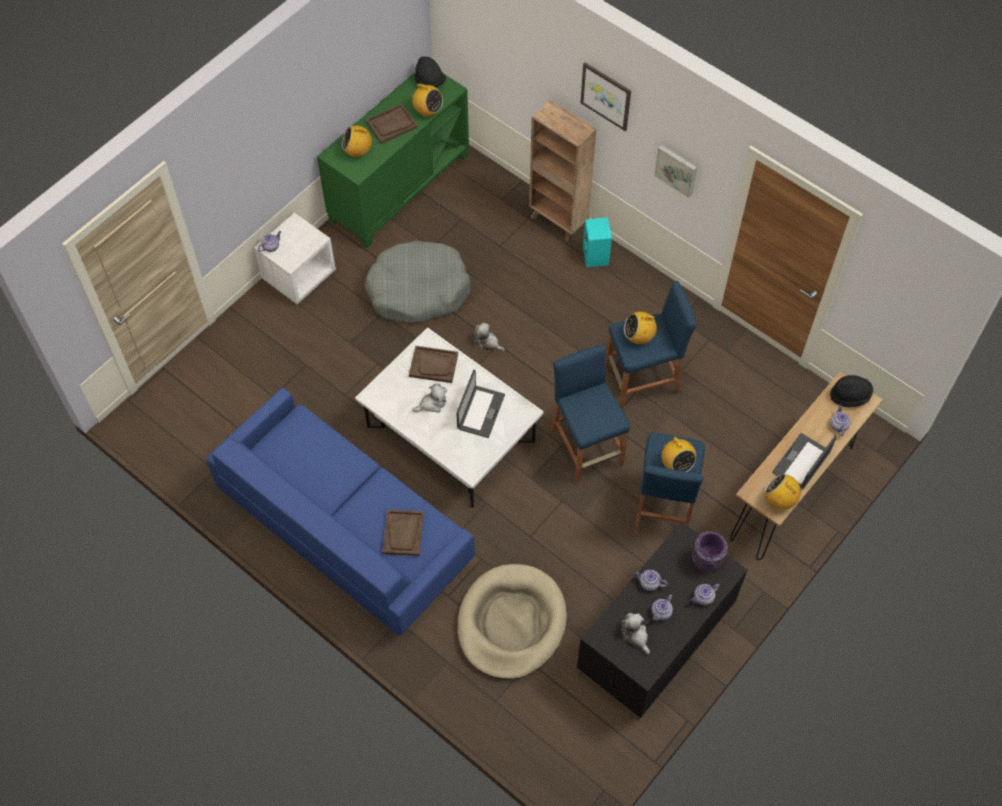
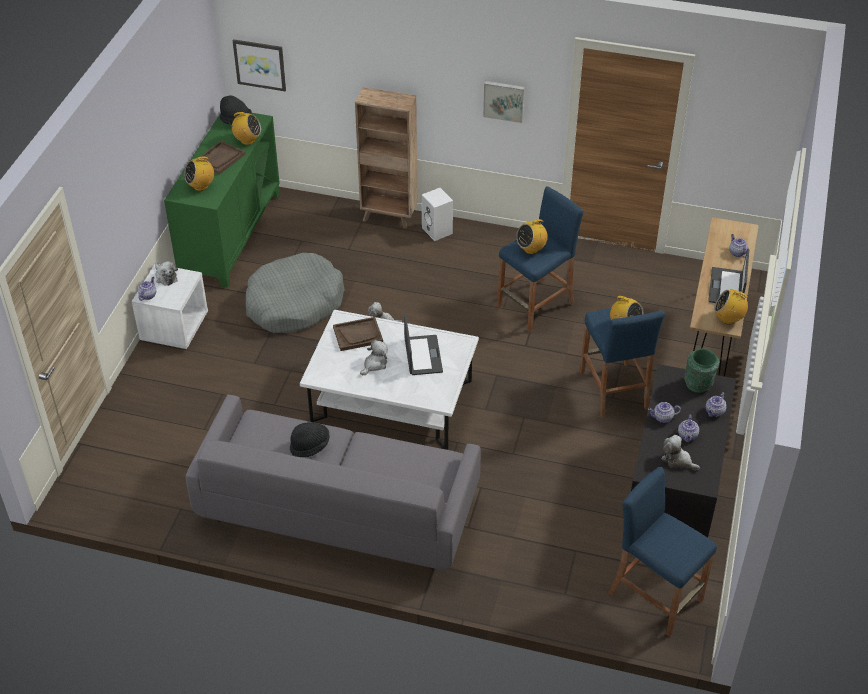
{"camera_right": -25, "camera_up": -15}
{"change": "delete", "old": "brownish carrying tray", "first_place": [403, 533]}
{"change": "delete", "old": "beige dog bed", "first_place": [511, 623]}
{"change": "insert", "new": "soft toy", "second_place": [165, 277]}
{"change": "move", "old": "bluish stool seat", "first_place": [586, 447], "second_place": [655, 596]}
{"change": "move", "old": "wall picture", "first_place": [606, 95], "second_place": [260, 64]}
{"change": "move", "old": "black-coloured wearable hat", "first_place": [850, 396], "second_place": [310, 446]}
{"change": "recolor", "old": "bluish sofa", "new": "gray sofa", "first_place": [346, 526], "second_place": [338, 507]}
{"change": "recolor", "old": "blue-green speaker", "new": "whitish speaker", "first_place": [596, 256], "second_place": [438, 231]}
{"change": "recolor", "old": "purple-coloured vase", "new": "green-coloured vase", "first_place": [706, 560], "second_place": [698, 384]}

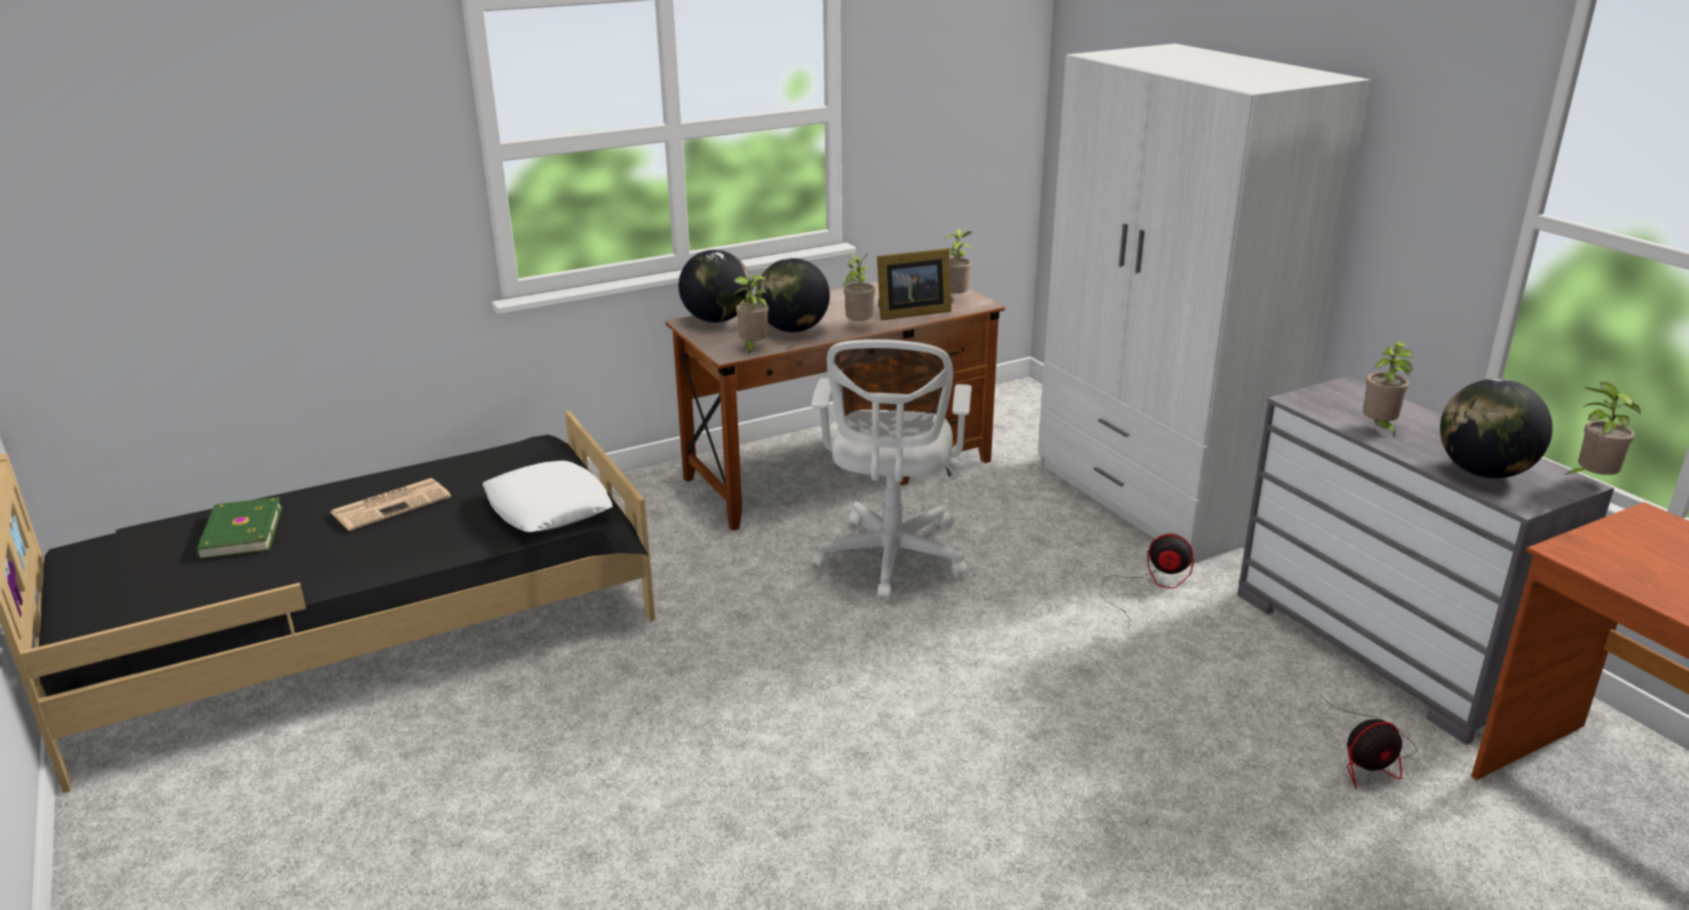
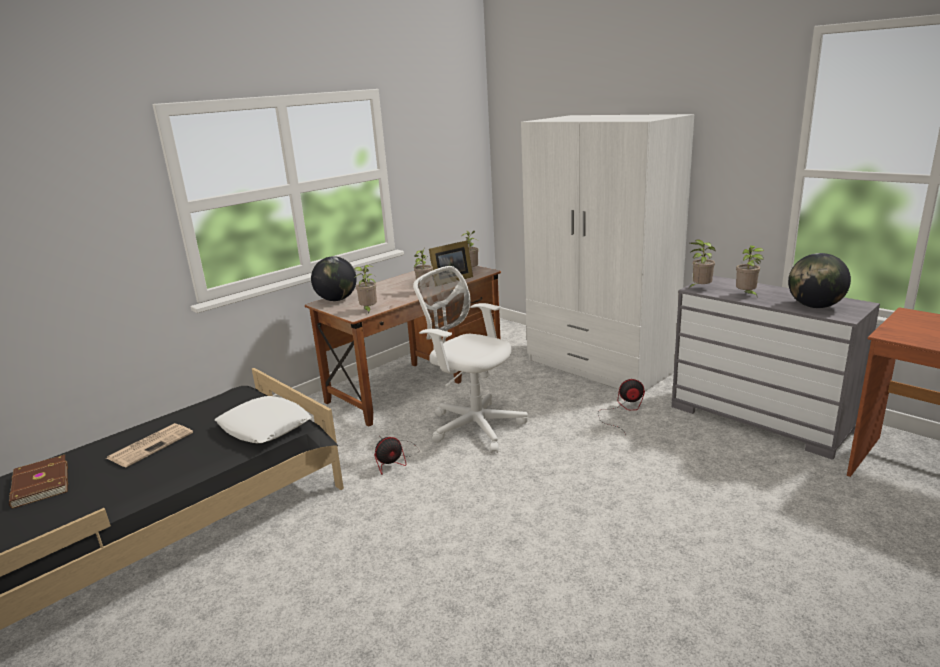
{"camera_right": -15, "camera_up": -5}
{"change": "delete", "old": "desk globe", "first_place": [793, 330]}
{"change": "move", "old": "electric fan", "first_place": [1370, 758], "second_place": [394, 459]}
{"change": "move", "old": "houseplant", "first_place": [1591, 480], "second_place": [700, 288]}
{"change": "recolor", "old": "green-coloured book", "new": "brownish book", "first_place": [239, 533], "second_place": [39, 485]}
{"change": "rotate", "old": "whitish office chair", "first_place": [891, 561], "second_place": [473, 425], "degrees": 135}

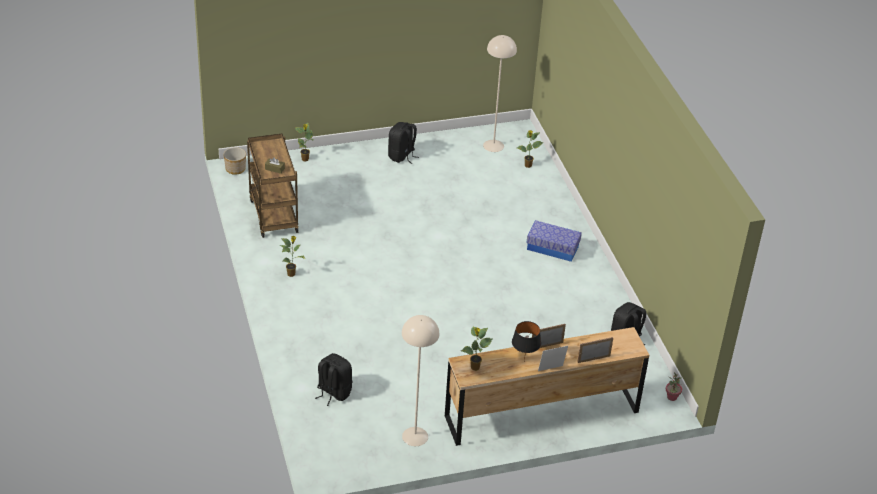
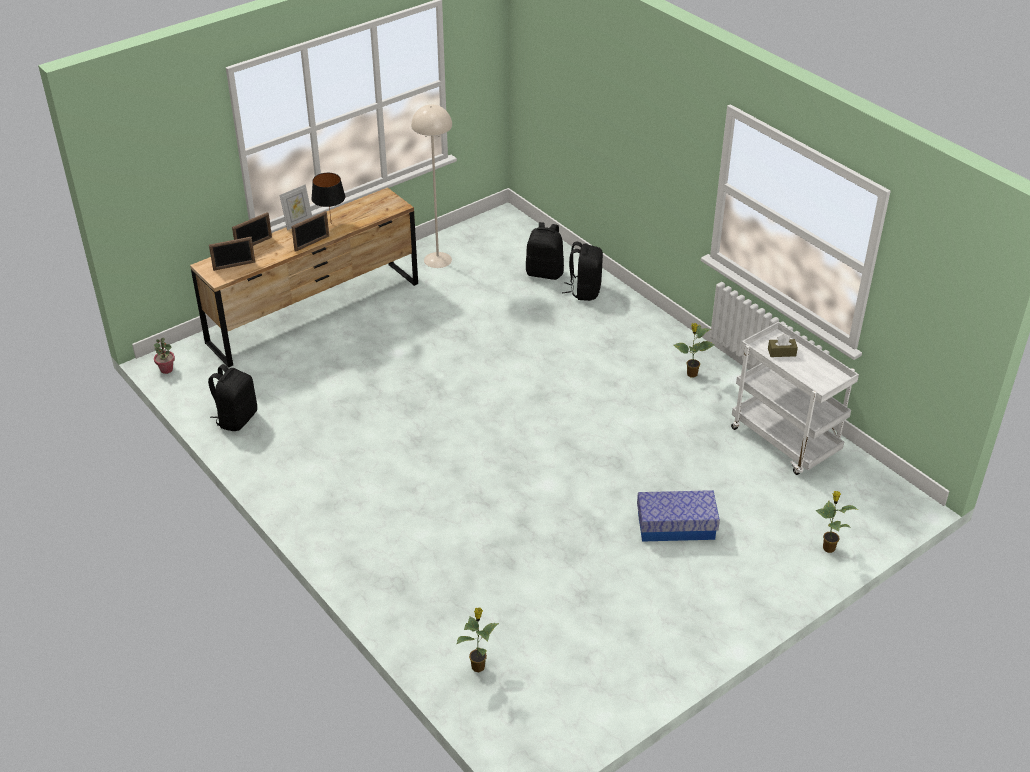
{"camera_right": 160, "camera_up": 0}
{"change": "delete", "old": "plant pot", "first_place": [235, 169]}
{"change": "delete", "old": "houseplant", "first_place": [475, 368]}
{"change": "delete", "old": "beige standard lamp", "first_place": [493, 145]}
{"change": "insert", "new": "standing frame", "second_place": [234, 266]}
{"change": "move", "old": "black-coloured backpack", "first_place": [402, 156], "second_place": [584, 291]}
{"change": "move", "old": "storage bin", "first_place": [552, 248], "second_place": [676, 526]}
{"change": "recolor", "old": "brownish cart", "new": "whitish cart", "first_place": [272, 215], "second_place": [785, 442]}

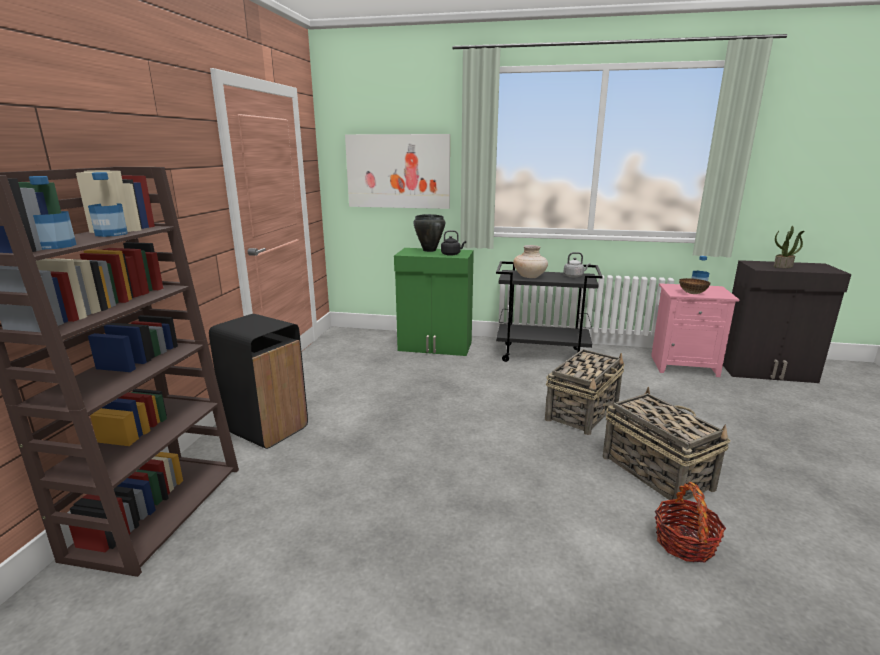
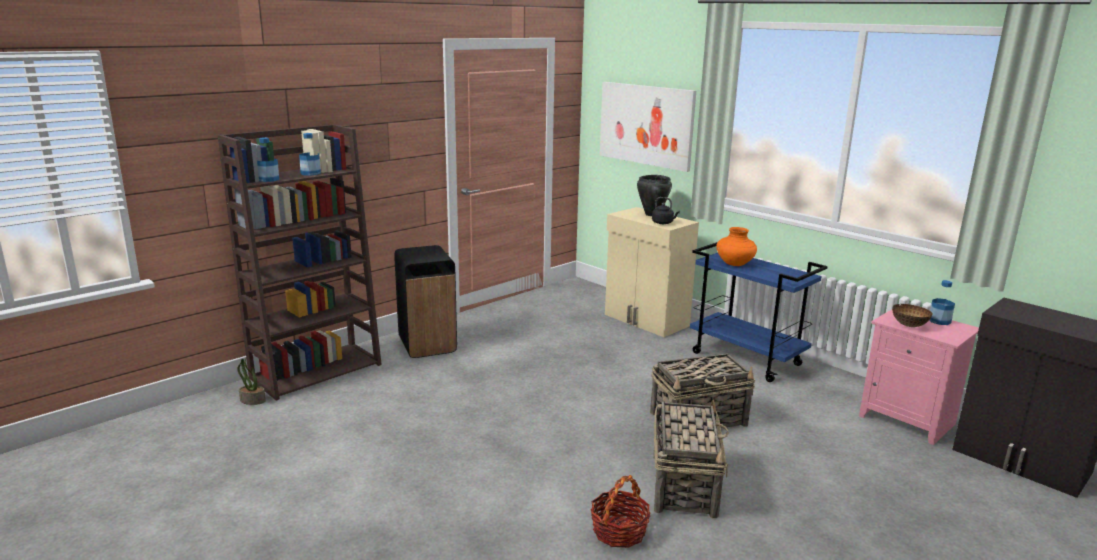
{"camera_right": 35, "camera_up": 0}
{"change": "delete", "old": "gray kettle", "first_place": [574, 276]}
{"change": "move", "old": "houseplant", "first_place": [783, 266], "second_place": [252, 401]}
{"change": "recolor", "old": "green-coloured cabinet", "new": "beige cabinet", "first_place": [435, 347], "second_place": [646, 320]}
{"change": "recolor", "old": "black-coloured cart", "new": "bluish cart", "first_place": [542, 355], "second_place": [747, 359]}
{"change": "recolor", "old": "beige vase", "new": "orange-coloured vase", "first_place": [530, 277], "second_place": [735, 264]}

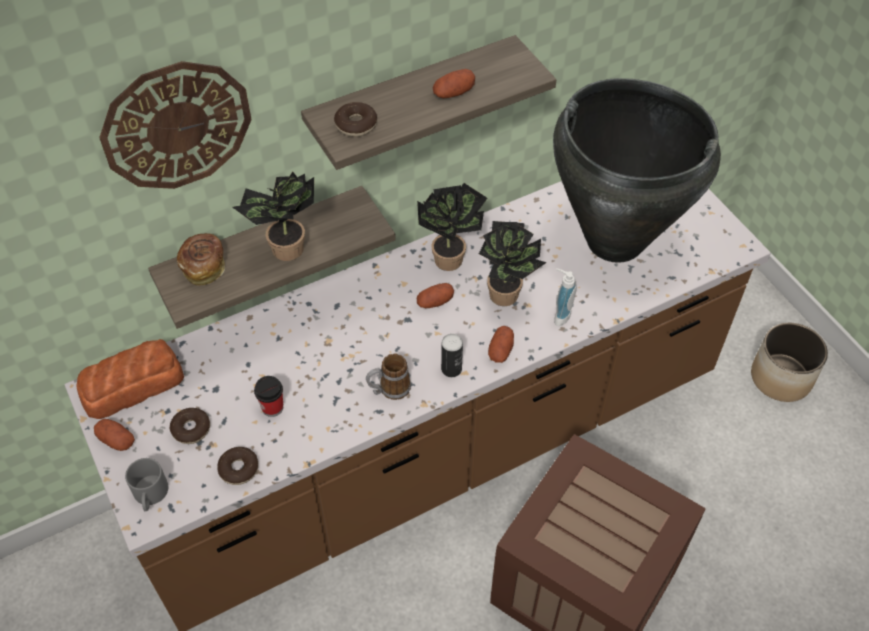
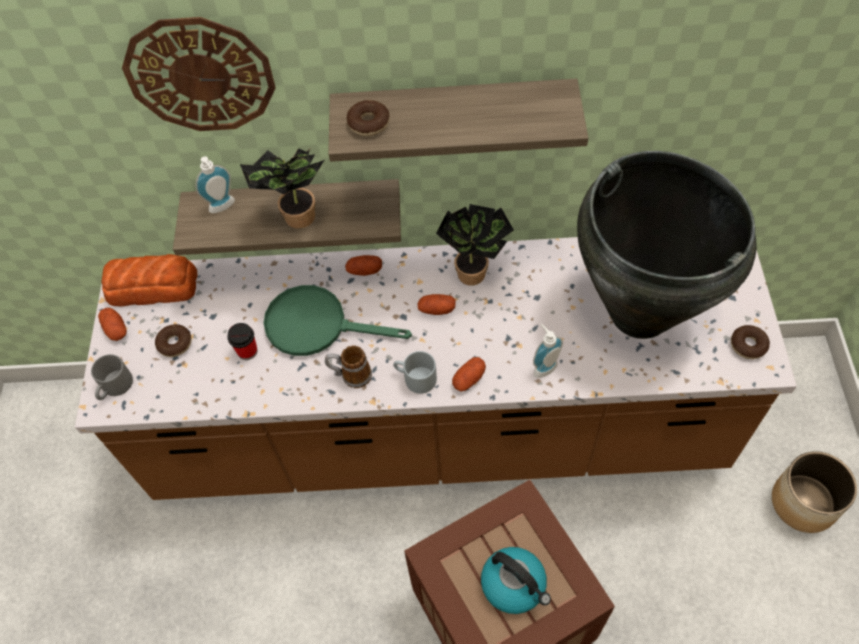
{"camera_right": 30, "camera_up": 5}
{"change": "delete", "old": "houseplant", "first_place": [508, 296]}
{"change": "insert", "new": "green-coloured frying pan", "second_place": [318, 325]}
{"change": "insert", "new": "kettle", "second_place": [514, 585]}
{"change": "move", "old": "ring doughnut", "first_place": [239, 469], "second_place": [748, 345]}
{"change": "move", "old": "spud", "first_place": [453, 93], "second_place": [364, 270]}
{"change": "replace", "old": "bread", "new": "soap bottle", "first_place": [204, 266], "second_place": [223, 208]}
{"change": "replace", "old": "metal can", "new": "gray mug", "first_place": [451, 369], "second_place": [415, 378]}

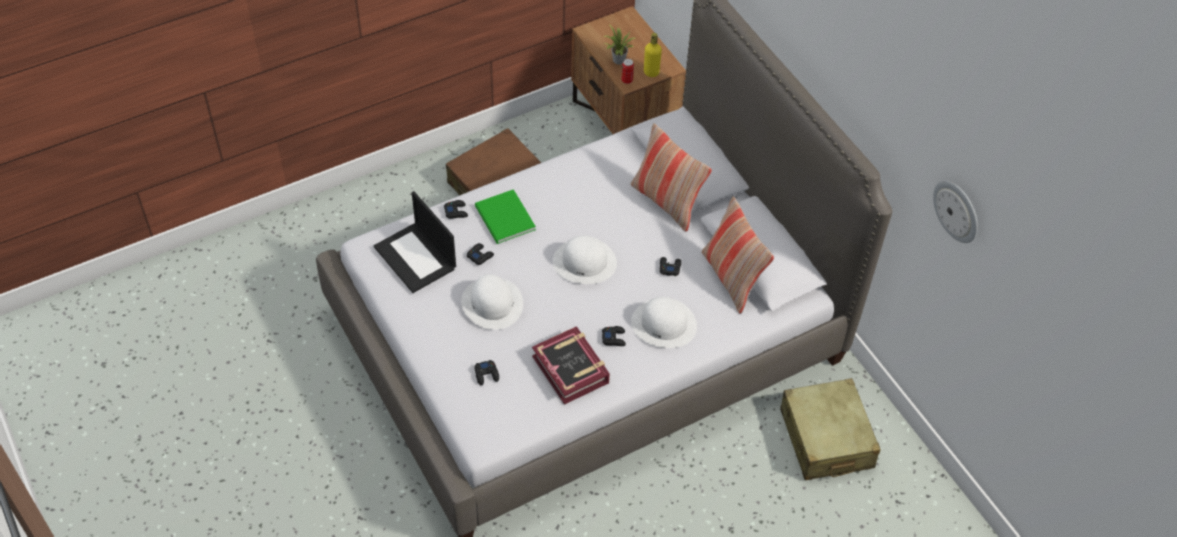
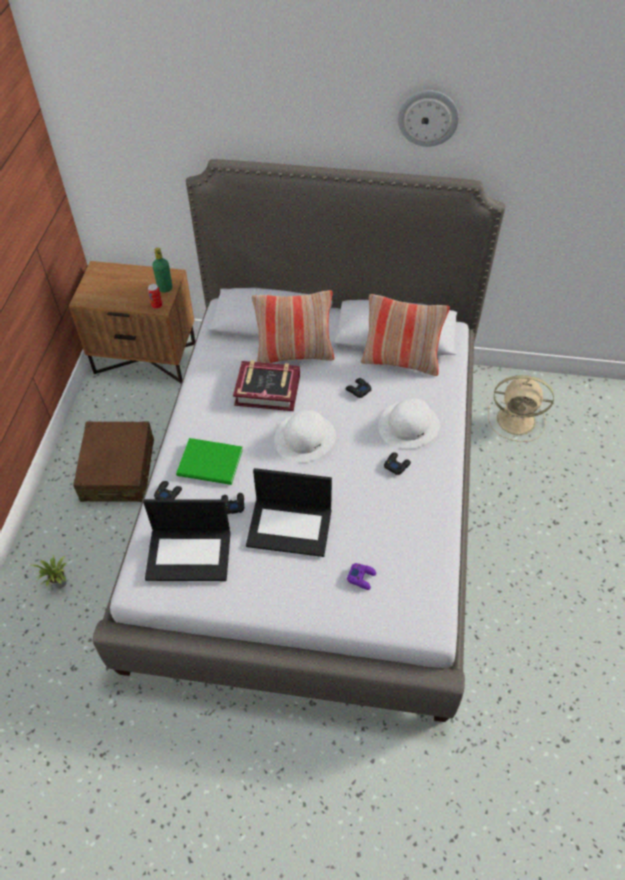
{"camera_right": -50, "camera_up": 0}
{"change": "move", "old": "book", "first_place": [571, 369], "second_place": [267, 390]}
{"change": "move", "old": "houseplant", "first_place": [617, 61], "second_place": [59, 584]}
{"change": "move", "old": "wall clock", "first_place": [957, 211], "second_place": [428, 118]}
{"change": "replace", "old": "whitish wearable hat", "new": "notebook computer", "first_place": [492, 303], "second_place": [290, 526]}
{"change": "replace", "old": "beige travel case", "new": "beige electric fan", "first_place": [826, 439], "second_place": [518, 420]}
{"change": "recolor", "old": "black-coloured gamepad", "new": "purple-coloured gamepad", "first_place": [486, 374], "second_place": [361, 577]}
{"change": "recolor", "old": "yellow-coloured beverage bottle", "new": "green-coloured beverage bottle", "first_place": [651, 72], "second_place": [165, 288]}

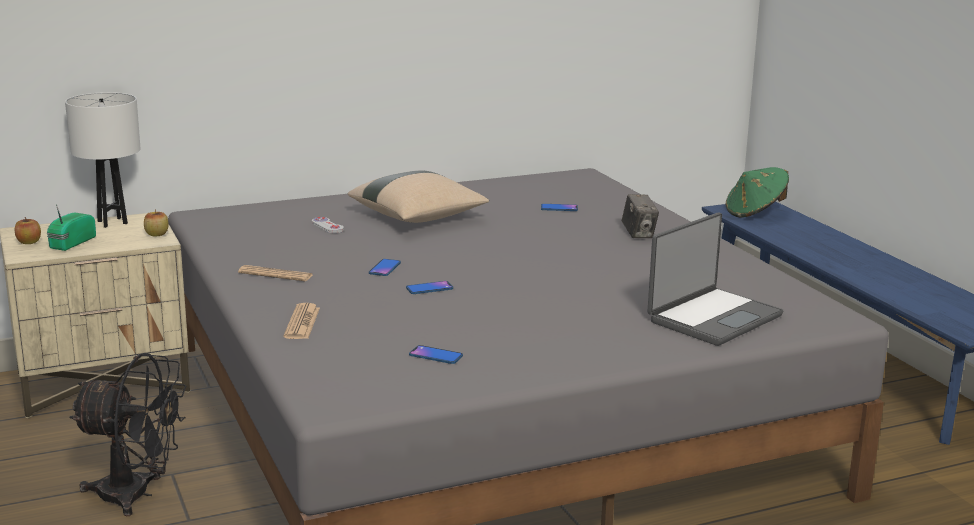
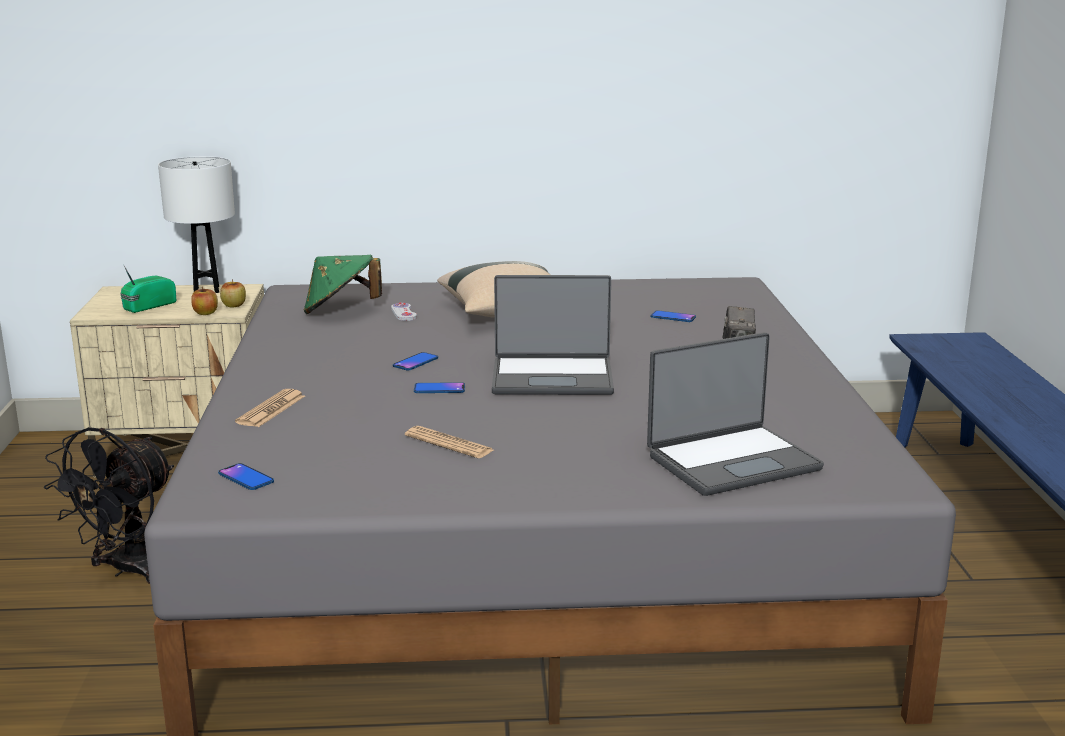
{"camera_right": 20, "camera_up": 0}
{"change": "insert", "new": "notebook computer", "second_place": [552, 378]}
{"change": "move", "old": "whole apple", "first_place": [29, 242], "second_place": [205, 313]}
{"change": "move", "old": "daily paper", "first_place": [275, 274], "second_place": [449, 443]}
{"change": "move", "old": "phone", "first_place": [435, 356], "second_place": [246, 478]}
{"change": "move", "old": "green-coloured wearable hat", "first_place": [755, 212], "second_place": [340, 310]}
{"change": "rotate", "old": "black-coloured electric fan", "first_place": [137, 495], "second_place": [127, 570], "degrees": 90}

